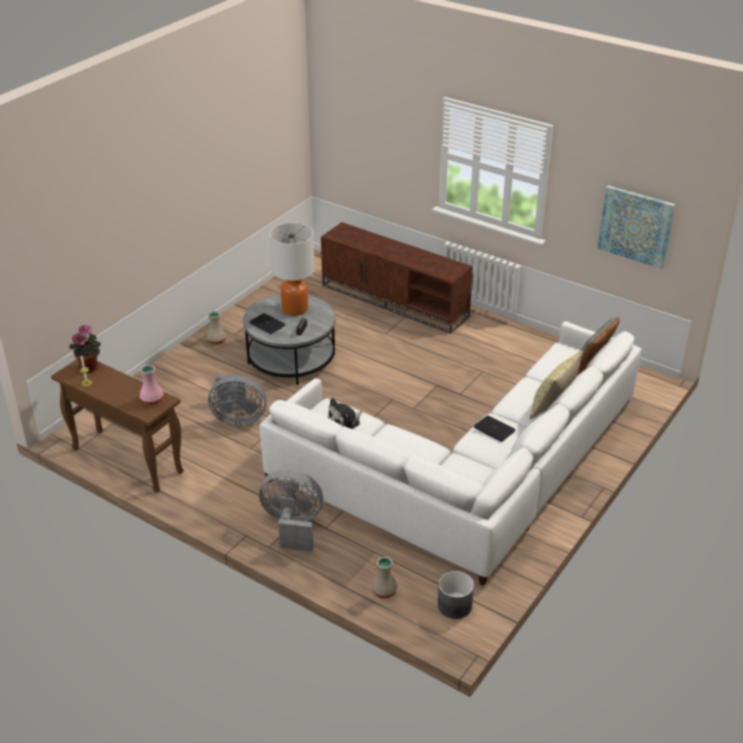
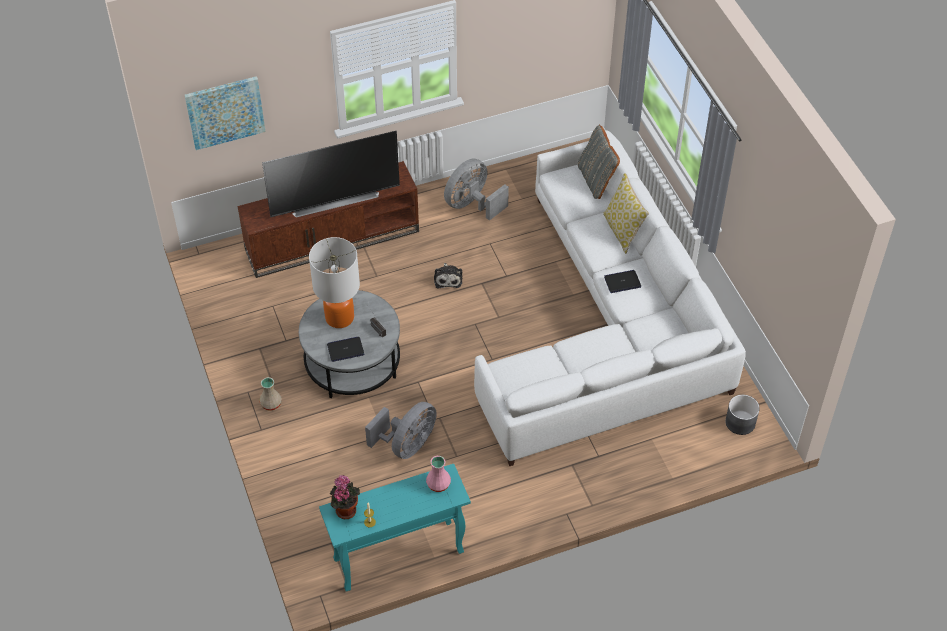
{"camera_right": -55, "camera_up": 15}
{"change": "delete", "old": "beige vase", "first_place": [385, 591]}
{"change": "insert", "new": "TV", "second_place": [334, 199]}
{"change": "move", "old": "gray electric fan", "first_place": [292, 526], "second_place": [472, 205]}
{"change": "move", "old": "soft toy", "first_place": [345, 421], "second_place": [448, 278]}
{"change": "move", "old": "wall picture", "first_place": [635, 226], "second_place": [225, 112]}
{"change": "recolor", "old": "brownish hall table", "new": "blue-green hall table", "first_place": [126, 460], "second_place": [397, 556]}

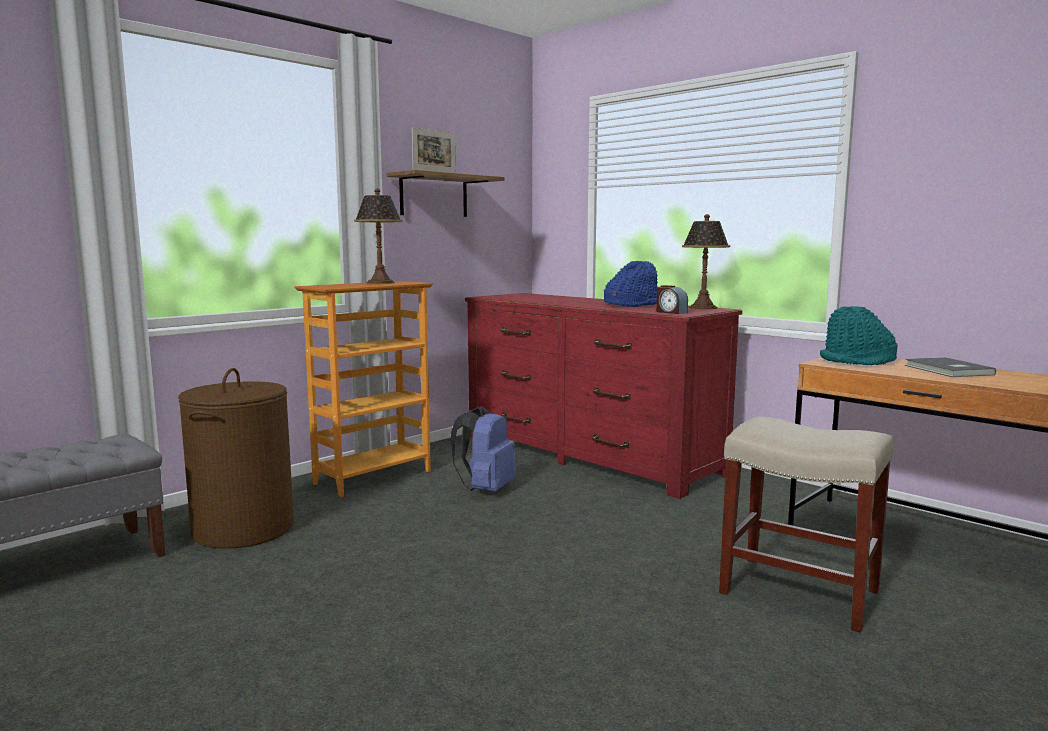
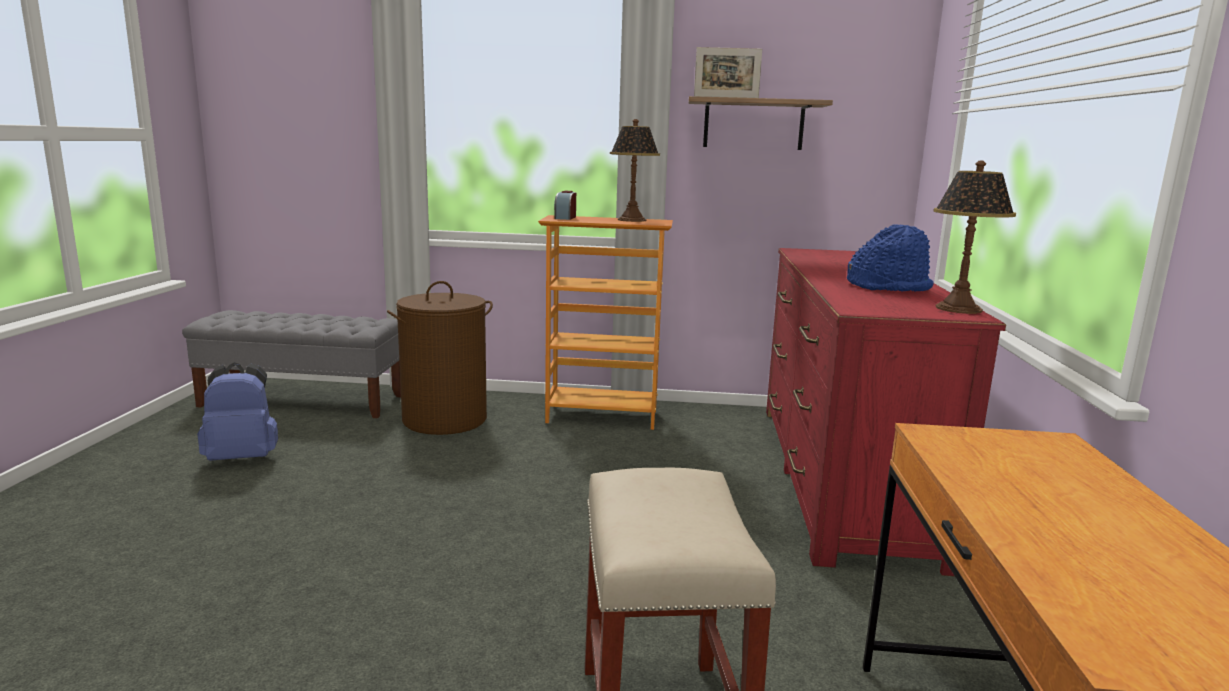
{"camera_right": 50, "camera_up": 5}
{"change": "delete", "old": "blue-green wearable hat", "first_place": [857, 361]}
{"change": "delete", "old": "gray book", "first_place": [947, 370]}
{"change": "move", "old": "bluish backpack", "first_place": [486, 489], "second_place": [243, 457]}
{"change": "move", "old": "alarm clock", "first_place": [670, 312], "second_place": [565, 218]}

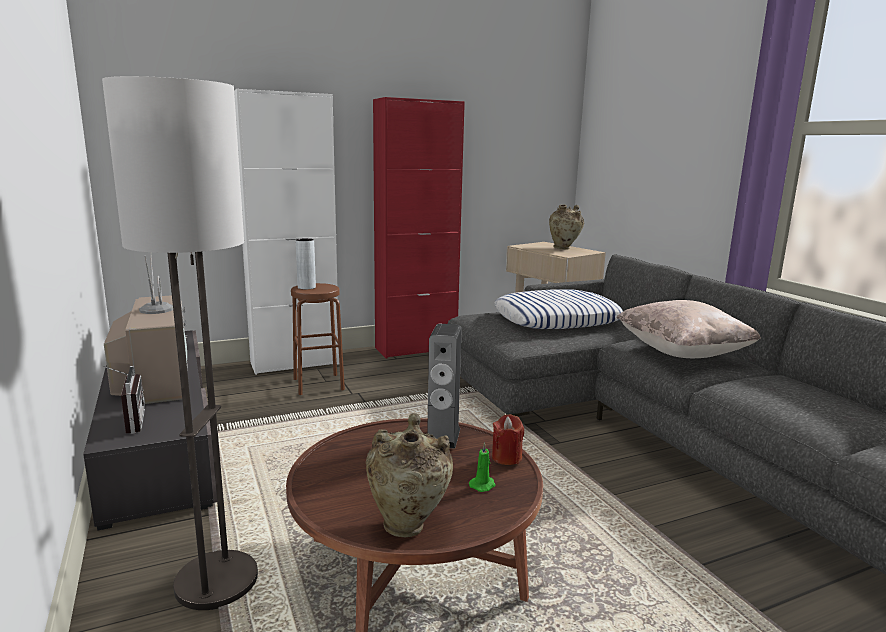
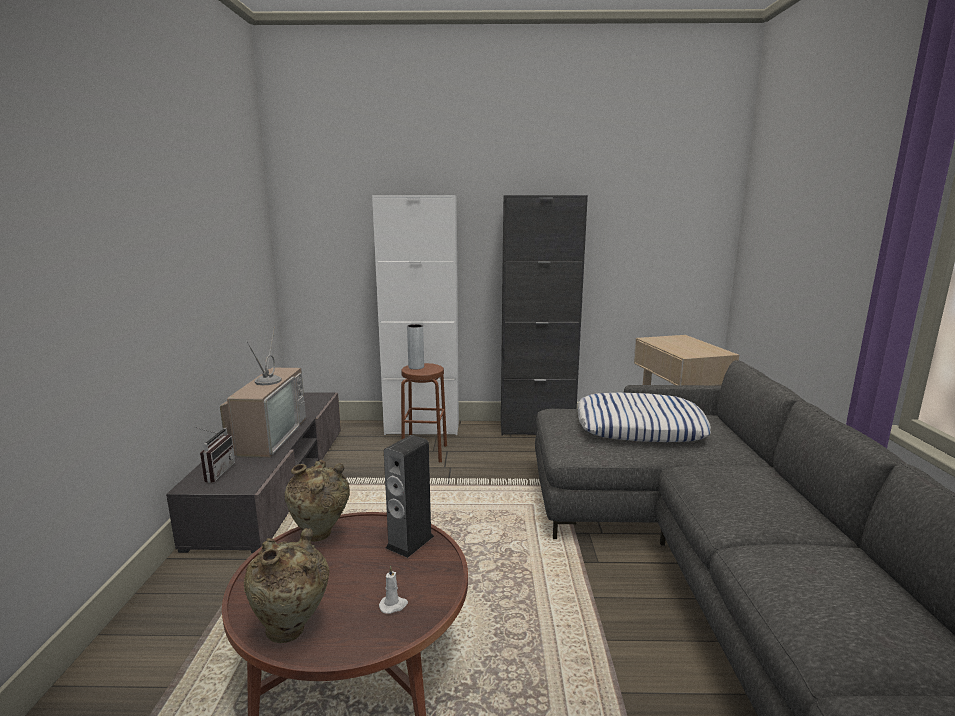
{"camera_right": 25, "camera_up": 0}
{"change": "delete", "old": "standard lamp", "first_place": [216, 581]}
{"change": "delete", "old": "red-coloured wax light", "first_place": [506, 457]}
{"change": "delete", "old": "beige cushion", "first_place": [682, 353]}
{"change": "move", "old": "beige vase", "first_place": [564, 248], "second_place": [321, 535]}
{"change": "recolor", "old": "red-coloured cabinet", "new": "black-coloured cabinet", "first_place": [416, 348], "second_place": [536, 429]}
{"change": "recolor", "old": "green-coloured wax light", "new": "whitish wax light", "first_place": [483, 485], "second_place": [393, 605]}

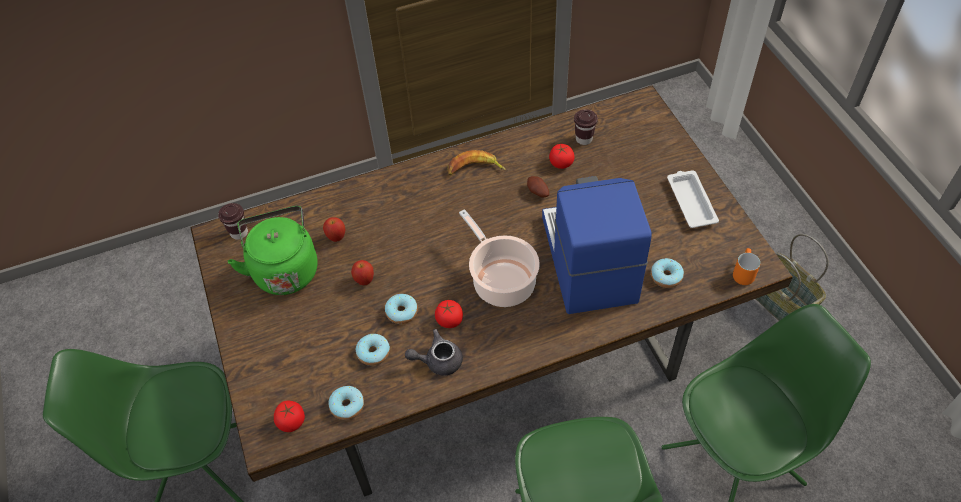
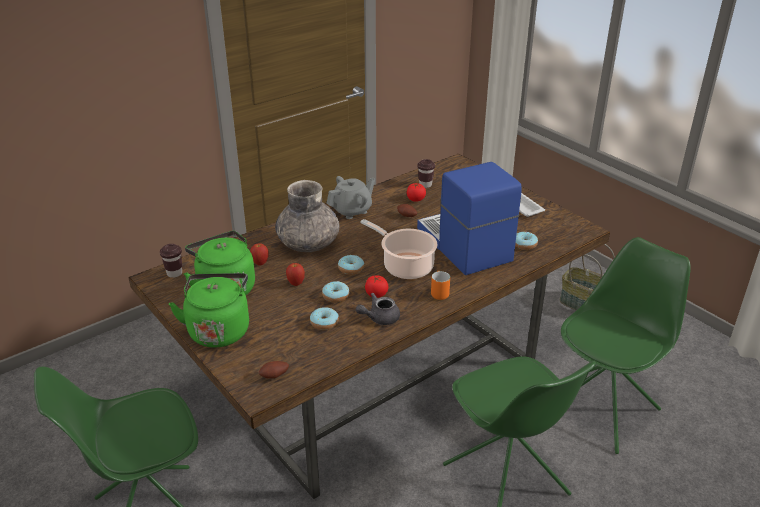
{"camera_right": -20, "camera_up": -20}
{"change": "insert", "new": "green-coloured kettle", "second_place": [219, 329]}
{"change": "insert", "new": "gray vase", "second_place": [308, 243]}
{"change": "move", "old": "ring doughnut", "first_place": [347, 406], "second_place": [351, 269]}
{"change": "move", "old": "orange-coloured mug", "first_place": [741, 272], "second_place": [438, 292]}
{"change": "replace", "old": "whole tomato", "new": "spud", "first_place": [292, 421], "second_place": [274, 376]}
{"change": "replace", "old": "banana", "new": "gray tea pot", "first_place": [474, 169], "second_place": [352, 211]}

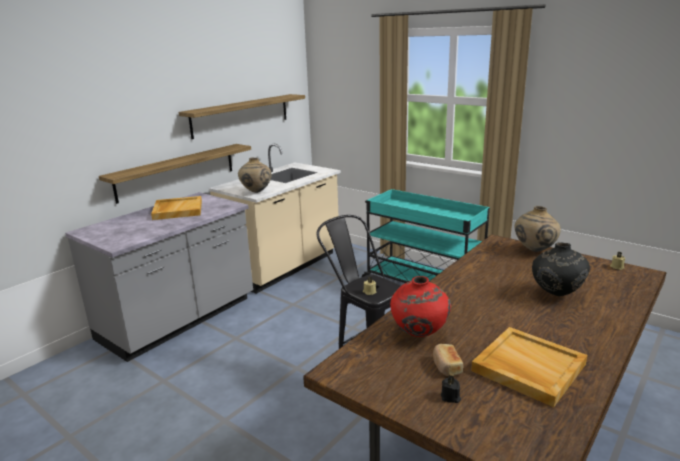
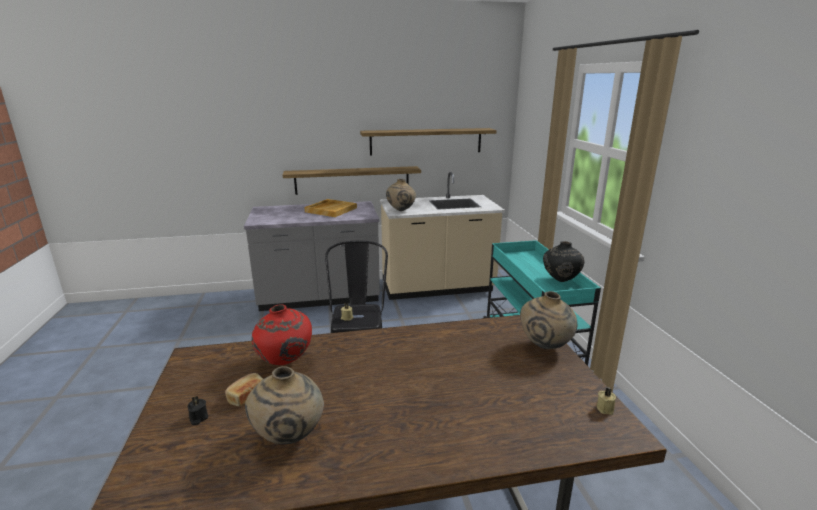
{"camera_right": 40, "camera_up": 0}
{"change": "move", "old": "black-coloured vase", "first_place": [556, 295], "second_place": [560, 281]}
{"change": "replace", "old": "beige carrying tray", "new": "beige vase", "first_place": [527, 367], "second_place": [289, 437]}

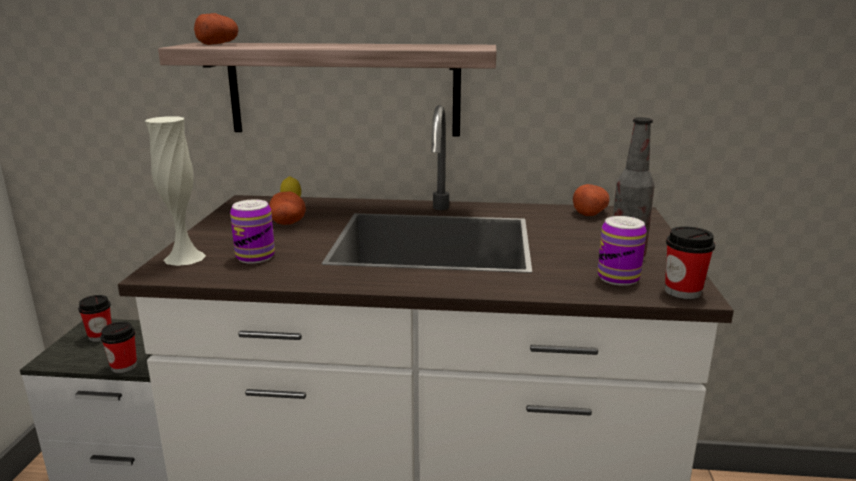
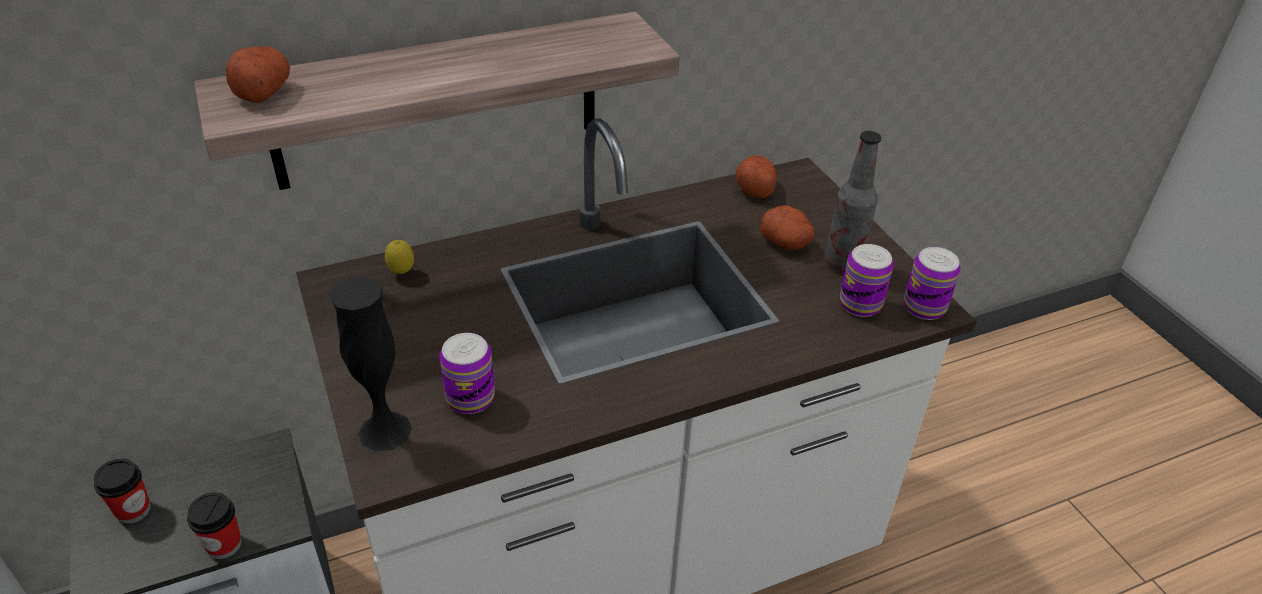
{"camera_right": -30, "camera_up": 20}
{"change": "move", "old": "spud", "first_place": [288, 223], "second_place": [786, 242]}
{"change": "replace", "old": "drinking cup", "new": "metal can", "first_place": [682, 291], "second_place": [924, 307]}
{"change": "recolor", "old": "whitish vase", "new": "black-coloured vase", "first_place": [184, 257], "second_place": [385, 431]}

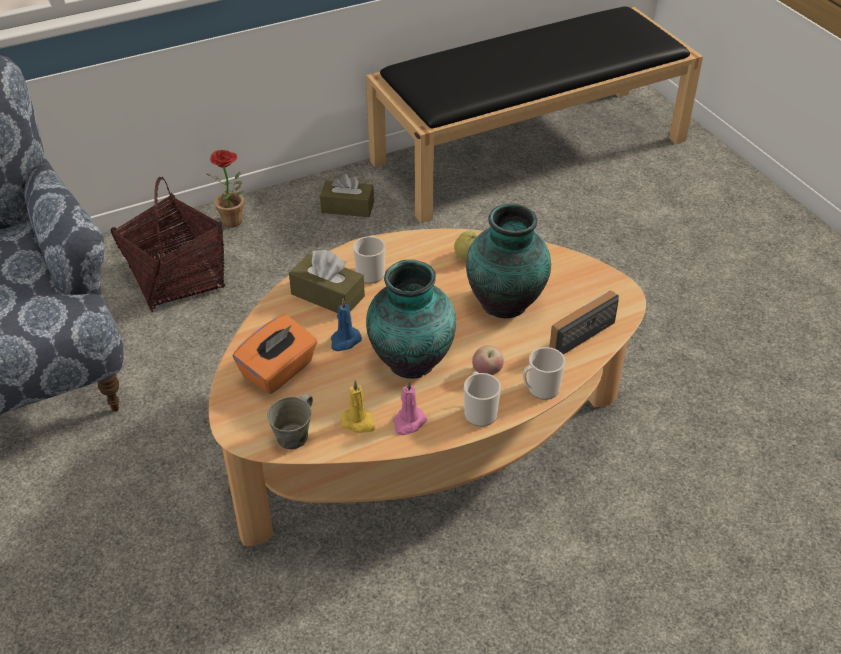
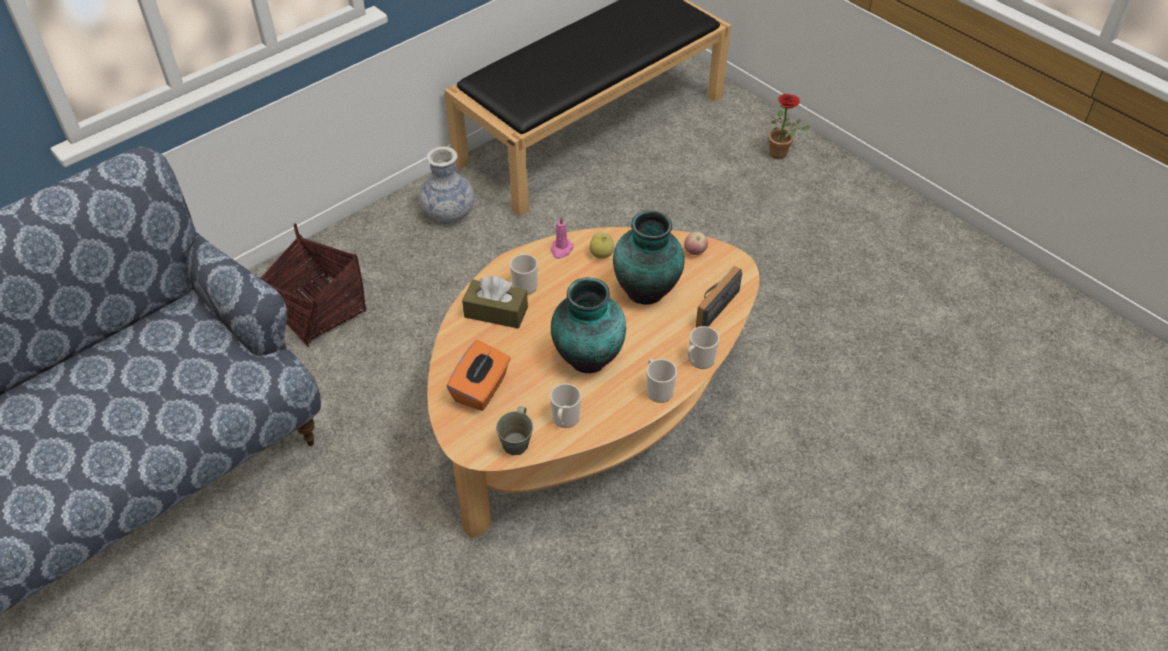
{"camera_right": -15, "camera_up": 5}
{"change": "delete", "old": "bluish wax light", "first_place": [344, 341]}
{"change": "move", "old": "houseplant", "first_place": [235, 223], "second_place": [782, 154]}
{"change": "move", "old": "pinkish wax light", "first_place": [408, 423], "second_place": [561, 250]}
{"change": "move", "old": "whole apple", "first_place": [487, 372], "second_place": [695, 252]}
{"change": "replace", "old": "brownish tissue holder", "new": "vase", "first_place": [347, 207], "second_place": [449, 212]}
{"change": "replace", "old": "yellow-coloured wax light", "new": "mug", "first_place": [359, 422], "second_place": [565, 419]}

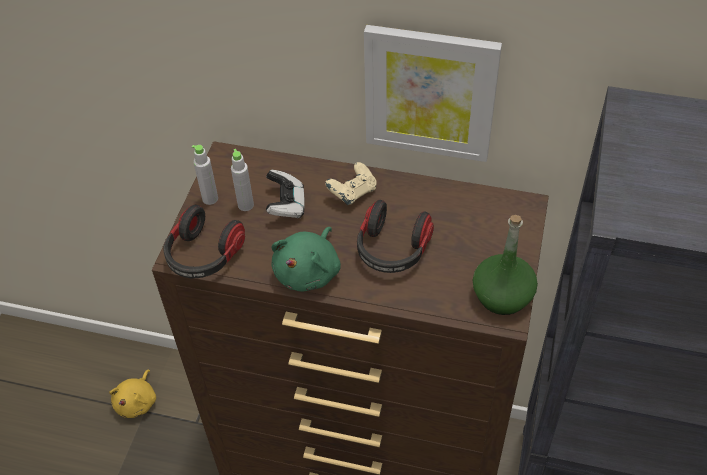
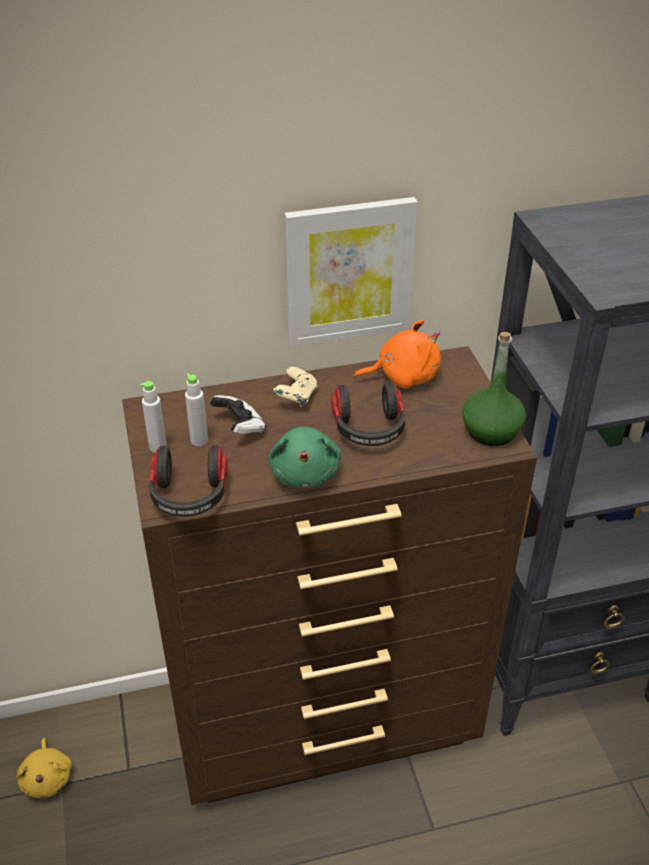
{"camera_right": -30, "camera_up": -10}
{"change": "insert", "new": "orange-coloured soft toy", "second_place": [403, 376]}

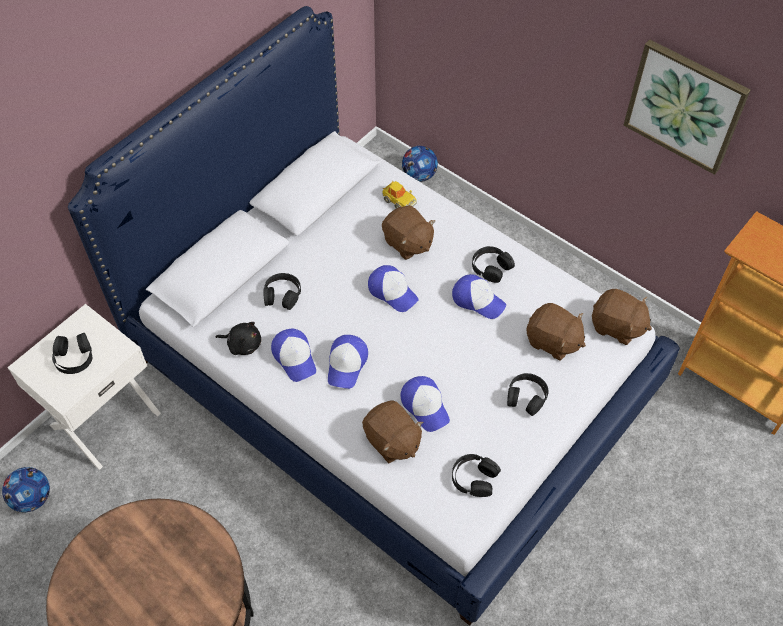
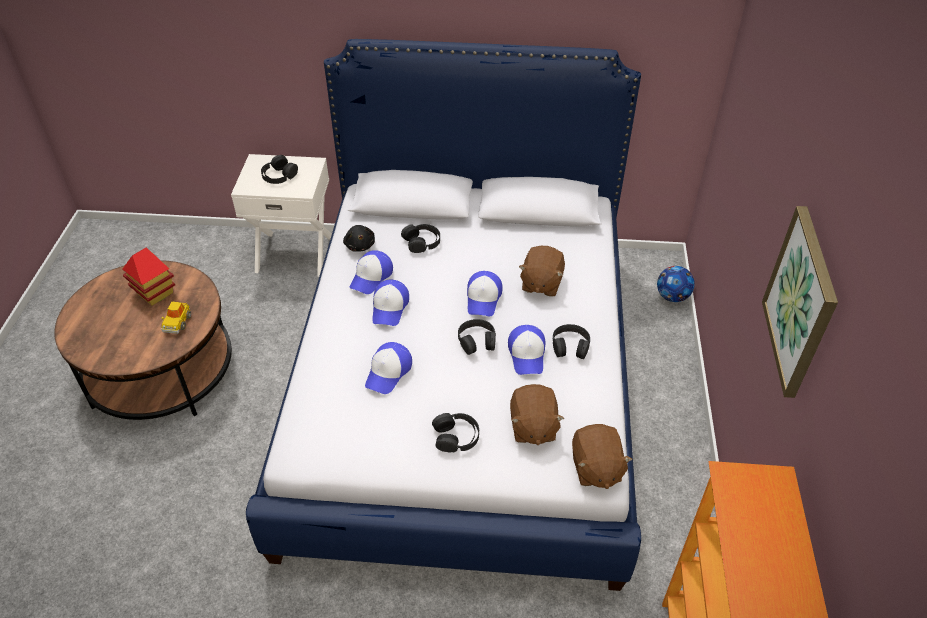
{"camera_right": 55, "camera_up": -10}
{"change": "delete", "old": "football", "first_place": [32, 498]}
{"change": "delete", "old": "brownish soft toy", "first_place": [392, 441]}
{"change": "insert", "new": "miniature house", "second_place": [154, 293]}
{"change": "move", "old": "model car", "first_place": [399, 201], "second_place": [177, 322]}
{"change": "move", "old": "black-coloured headphones", "first_place": [474, 478], "second_place": [477, 341]}
{"change": "rotate", "old": "peaked cap", "first_place": [347, 364], "second_place": [390, 307], "degrees": -60}

